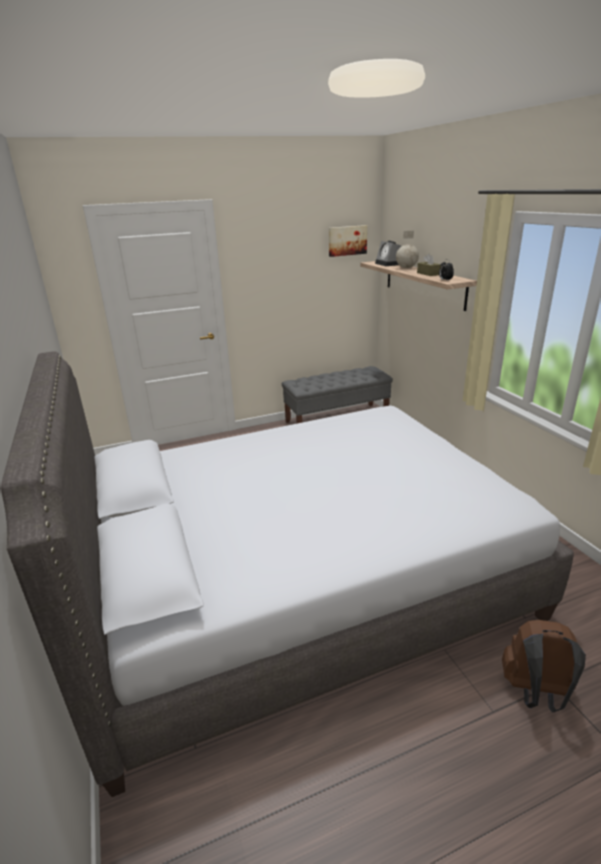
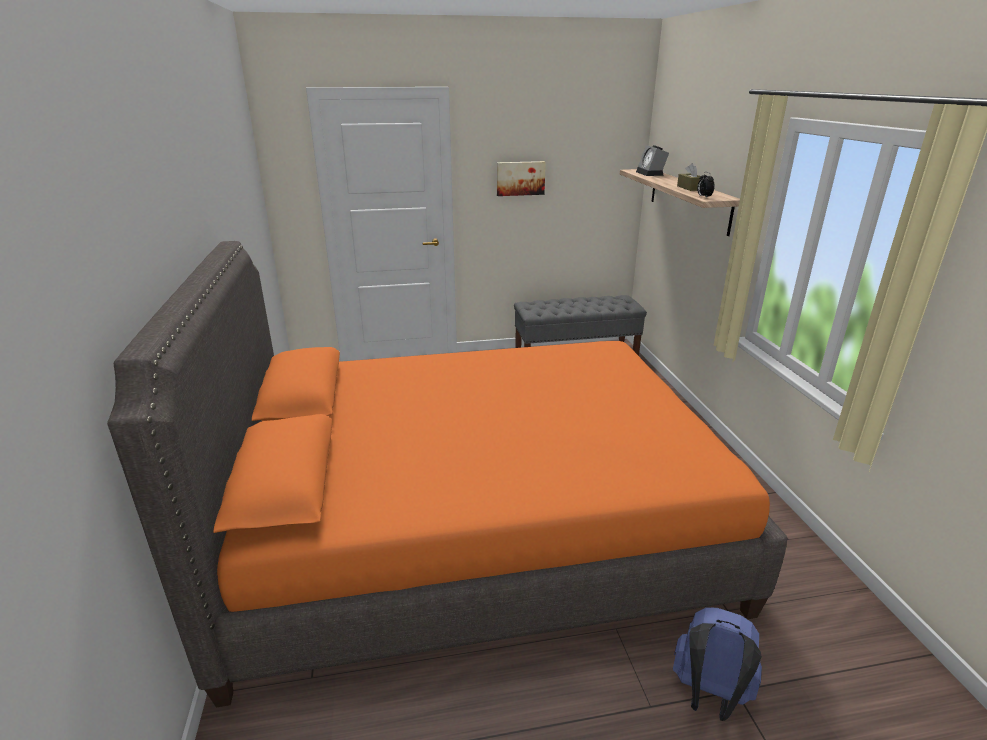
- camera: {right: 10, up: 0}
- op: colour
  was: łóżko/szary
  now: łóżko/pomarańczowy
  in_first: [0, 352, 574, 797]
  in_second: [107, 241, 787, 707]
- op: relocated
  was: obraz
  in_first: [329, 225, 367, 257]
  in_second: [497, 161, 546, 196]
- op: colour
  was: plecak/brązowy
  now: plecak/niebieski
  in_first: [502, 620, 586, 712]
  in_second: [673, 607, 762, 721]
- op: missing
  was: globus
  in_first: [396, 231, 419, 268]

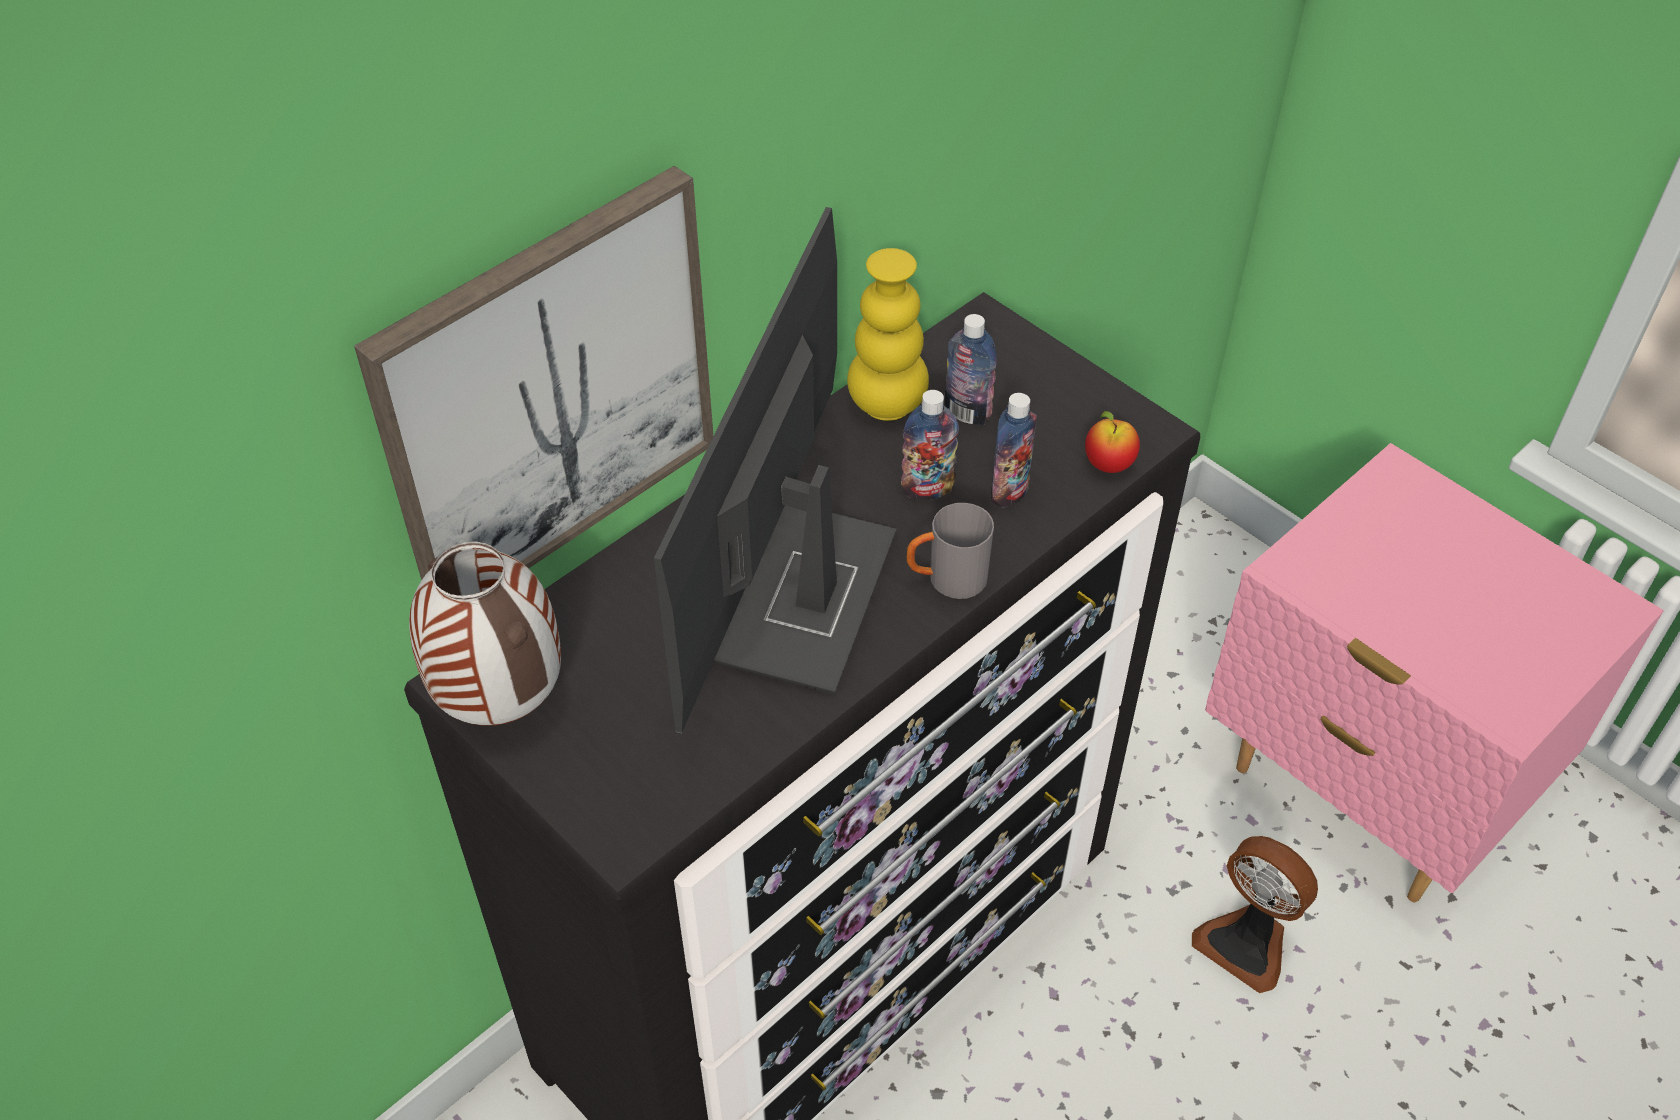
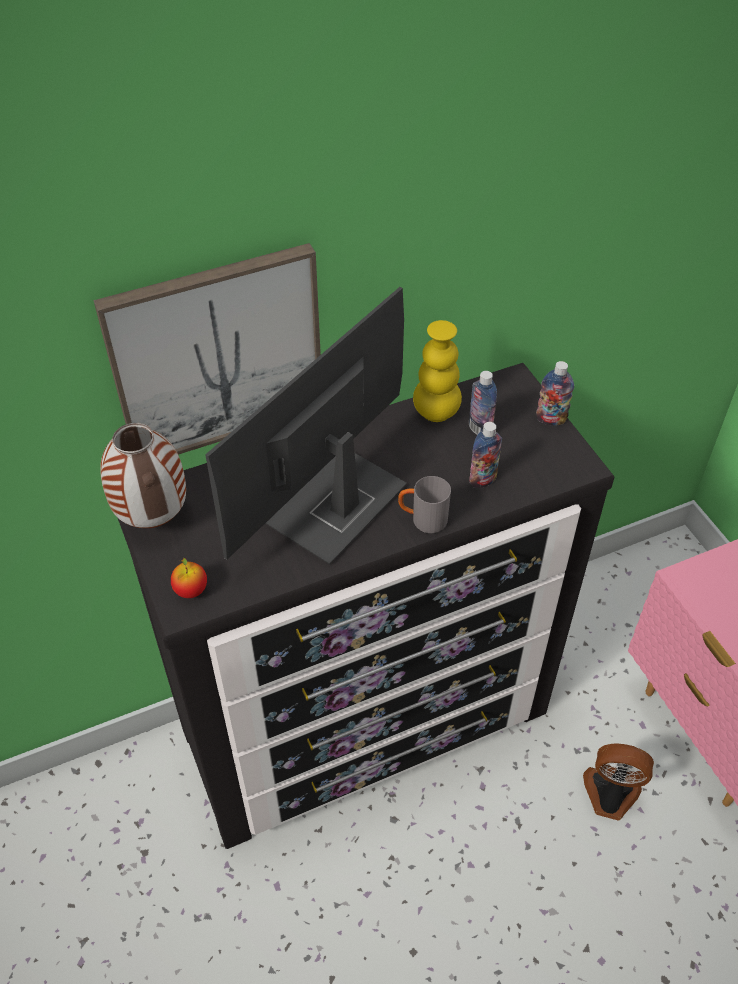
- camera: {right: 20, up: 0}
- op: relocated
  was: jabłko
  in_first: [1085, 411, 1140, 473]
  in_second: [171, 558, 207, 598]
- op: relocated
  was: butelka
  in_first: [901, 390, 959, 500]
  in_second: [536, 361, 574, 426]
- op: spun
  was: wentylator
  in_first: [1192, 836, 1318, 993]
  in_second: [583, 743, 654, 821]
  clockwise: 135

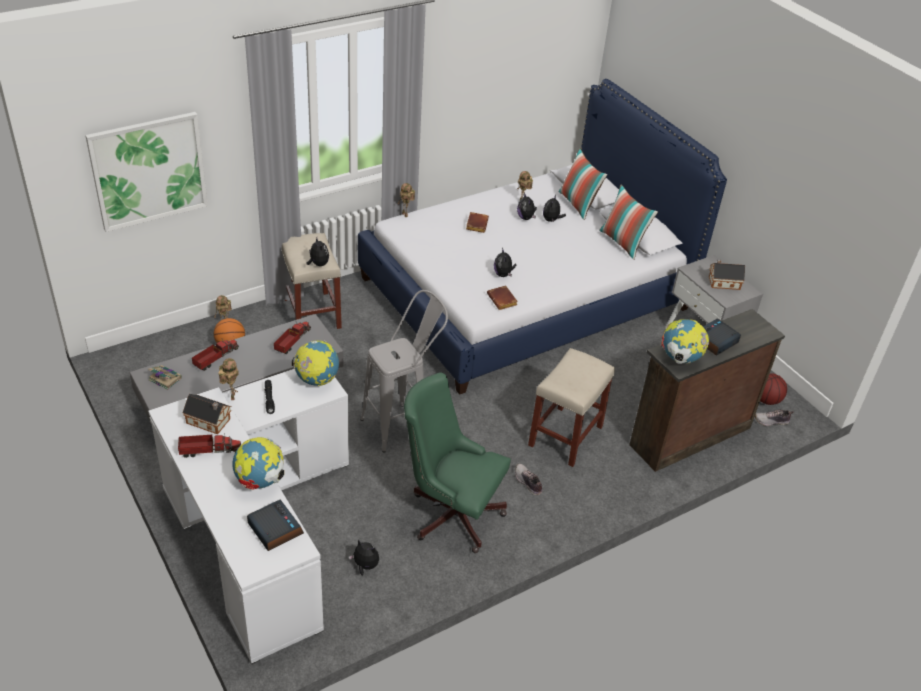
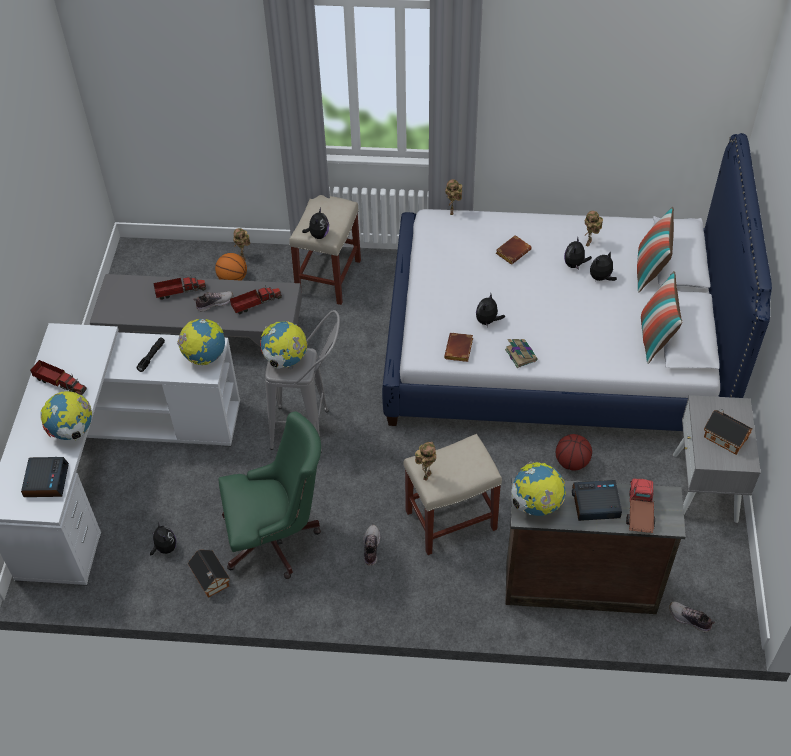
- camera: {right: 40, up: 10}
- op: relocated
  was: domek
  in_first: [183, 394, 231, 434]
  in_second: [188, 550, 230, 598]
- op: appeared
  now: but
  in_second: [193, 291, 233, 311]
- op: spun
  was: krzesło biurowe/zielony
  in_first: [404, 373, 511, 553]
  in_second: [218, 412, 321, 579]
  clockwise: 105
- op: appeared
  now: globus
  in_second: [260, 321, 307, 369]
- op: relocated
  was: robot zabawkowy
  in_first: [218, 358, 239, 400]
  in_second: [415, 442, 436, 481]
- op: relocated
  was: książka
  in_first: [148, 365, 182, 390]
  in_second: [505, 339, 538, 368]
- op: relocated
  was: piłka do koszykówki
  in_first: [760, 373, 787, 405]
  in_second: [556, 434, 592, 471]
- op: appeared
  now: ciężarówka zabawkowa
  in_second: [626, 478, 655, 533]
- op: missing
  was: obraz
  in_first: [85, 112, 208, 232]

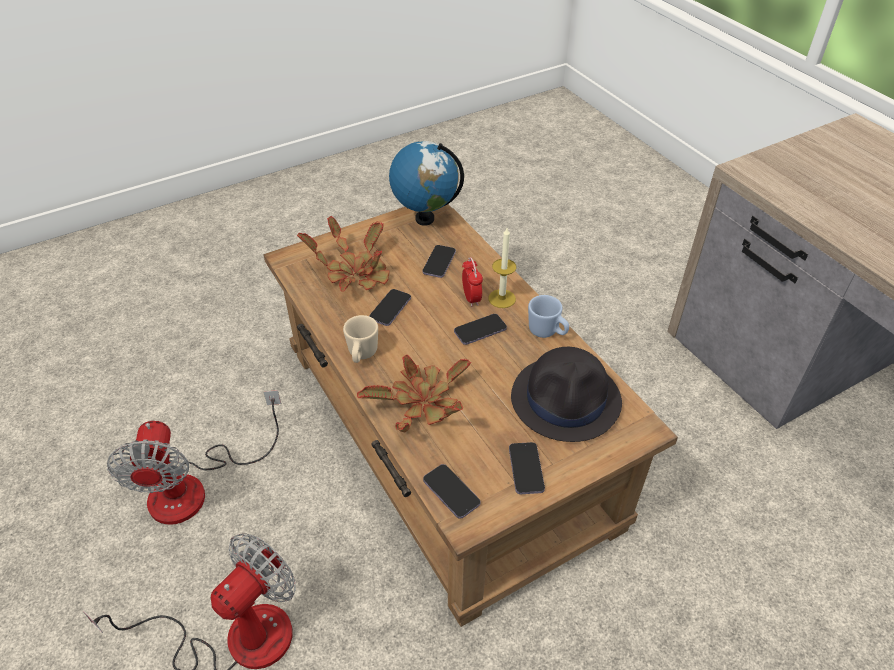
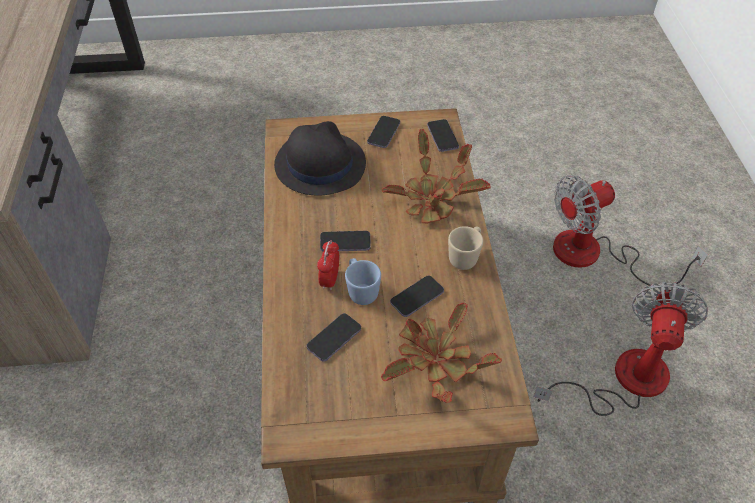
- camera: {right: -155, up: 5}
- op: relocated
  was: kubek/niebieski
  in_first: [528, 295, 569, 338]
  in_second: [345, 258, 381, 305]
- op: missing
  was: globus
  in_first: [389, 141, 464, 226]
- op: missing
  was: świeca
  in_first: [489, 228, 516, 308]

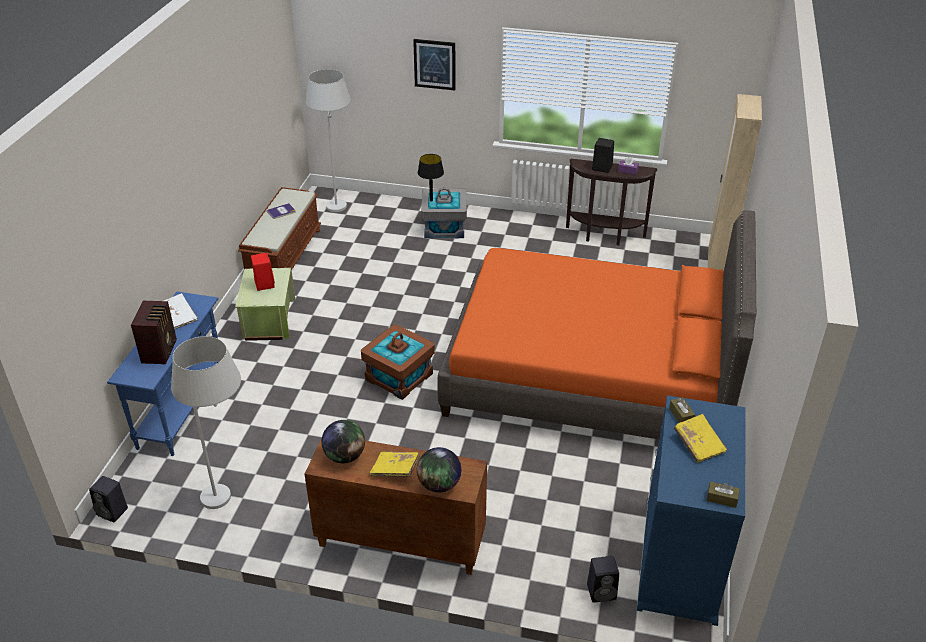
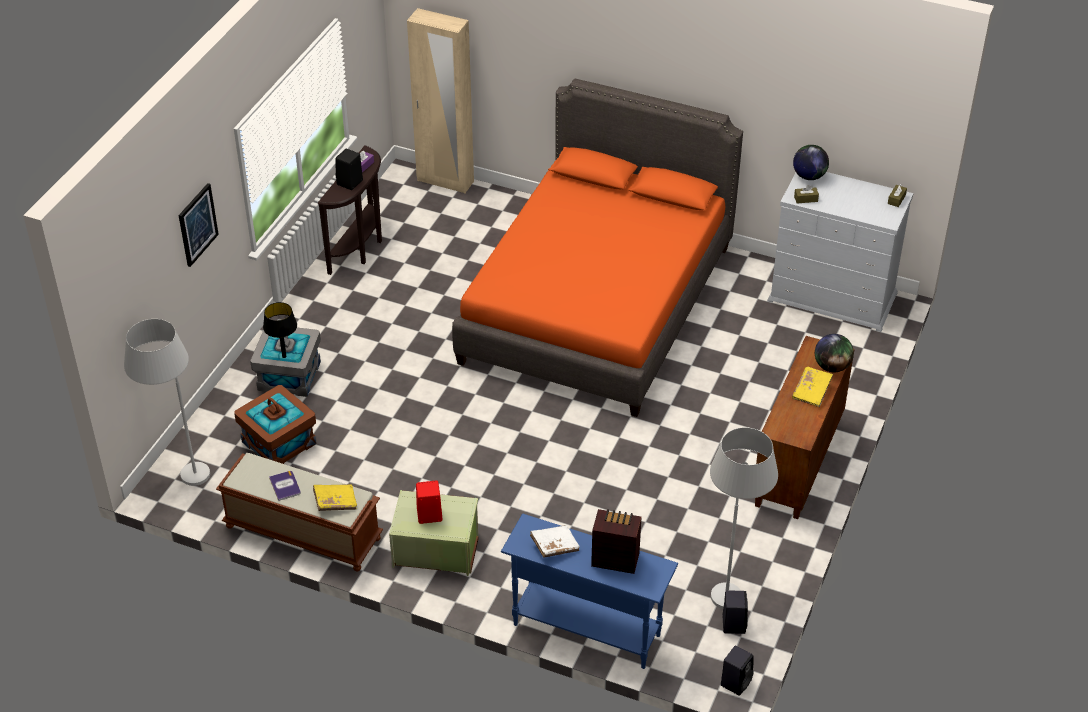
- camera: {right: -80, up: 5}
- op: relocated
  was: pojemnik do przechowywania/brązowy
  in_first: [361, 324, 435, 400]
  in_second: [234, 385, 316, 464]
- op: relocated
  was: książka/żółty
  in_first: [674, 414, 727, 463]
  in_second: [313, 484, 357, 511]
- op: relocated
  was: głośnik/czarny
  in_first: [587, 556, 619, 603]
  in_second: [722, 590, 748, 634]
- op: colour
  was: komoda/niebieski
  now: komoda/biały
  in_first: [637, 396, 745, 626]
  in_second: [767, 172, 913, 332]
- op: relocated
  was: globus
  in_first: [322, 420, 365, 463]
  in_second: [793, 145, 829, 180]

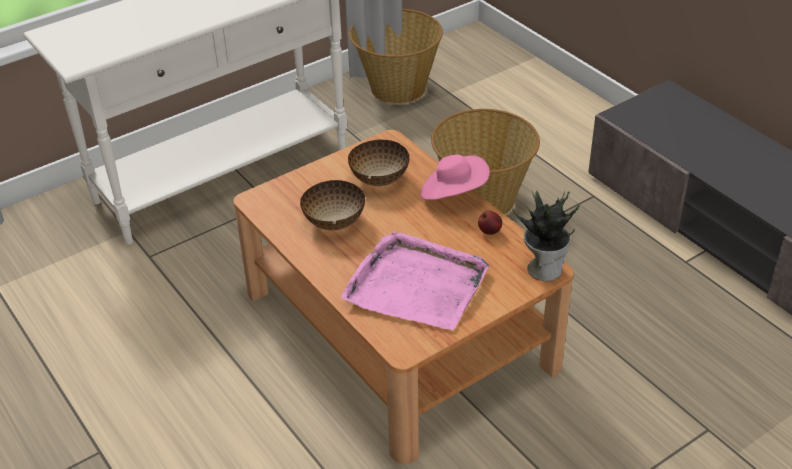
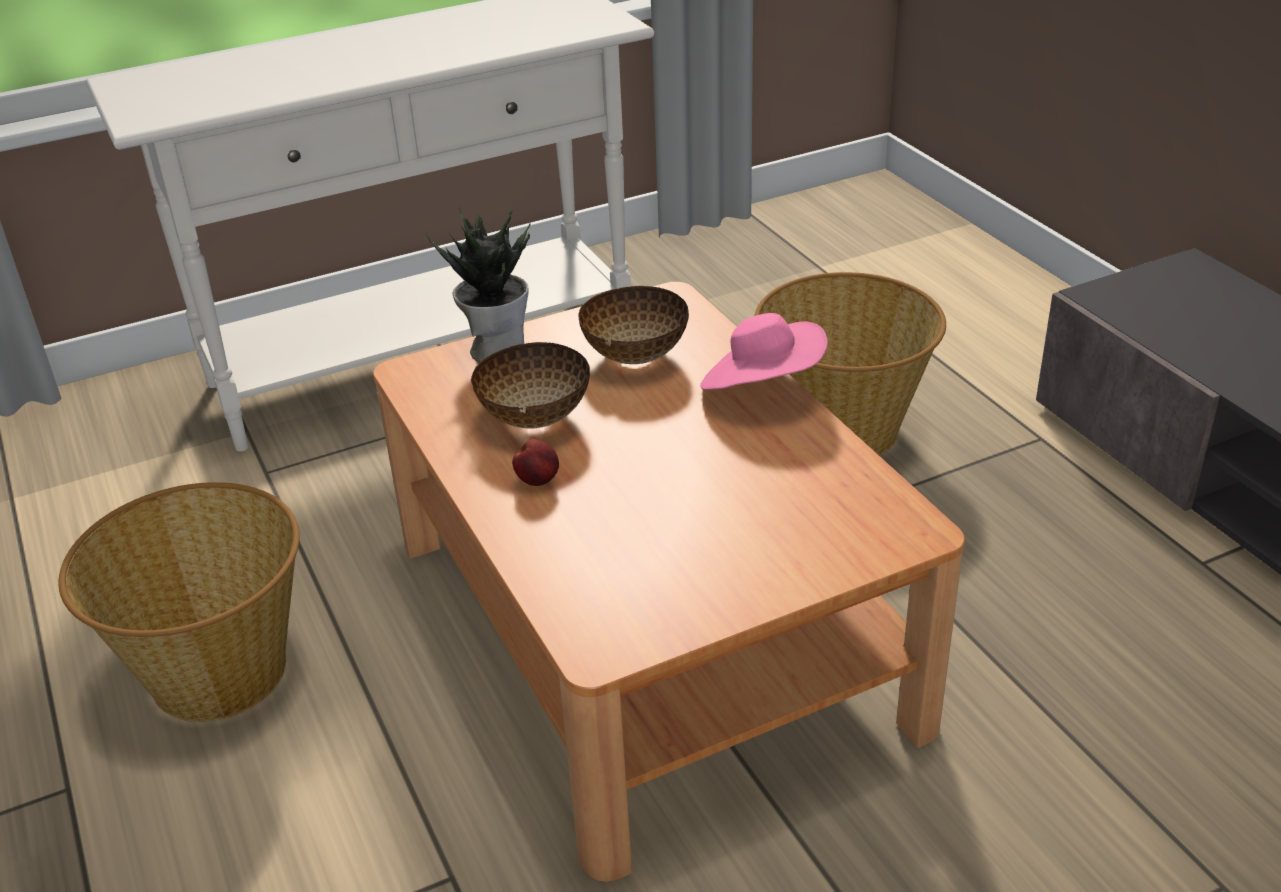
- camera: {right: 10, up: -5}
- op: relocated
  was: koszyk
  in_first: [349, 9, 443, 104]
  in_second: [59, 482, 300, 722]
- op: relocated
  was: roślina doniczkowa
  in_first: [512, 190, 579, 281]
  in_second: [426, 207, 530, 362]
- op: relocated
  was: jabłko
  in_first: [478, 210, 502, 235]
  in_second: [512, 439, 559, 486]
- op: missing
  was: taca/różowy
  in_first: [341, 231, 489, 330]

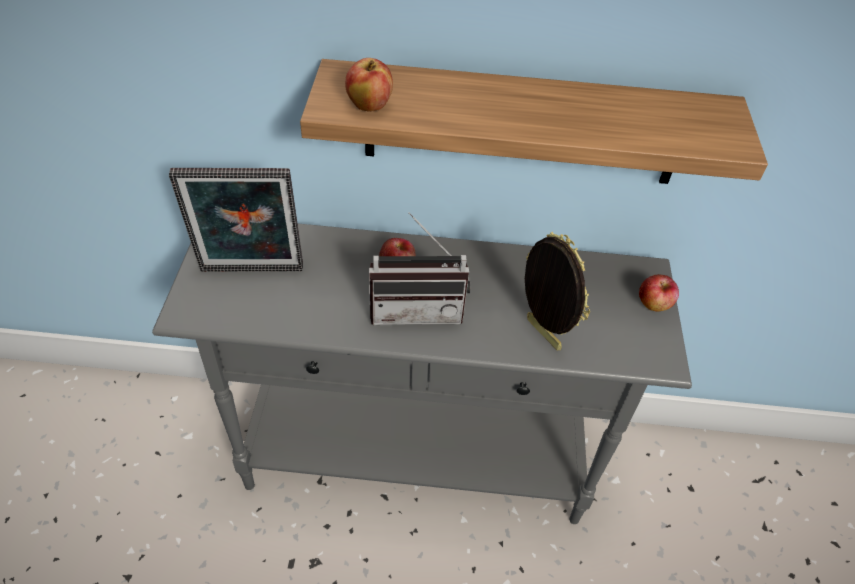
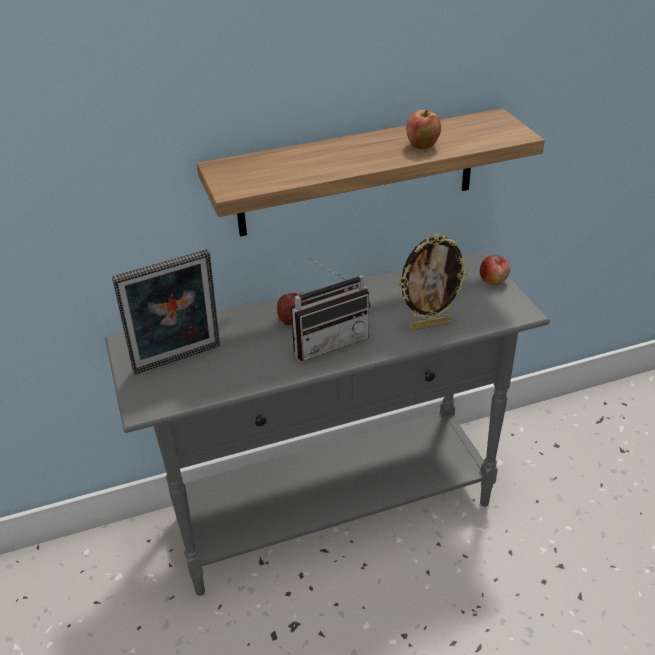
- camera: {right: -20, up: -10}
- op: spun
  was: ramka na zdjęcie
  in_first: [525, 232, 590, 350]
  in_second: [398, 234, 469, 330]
  clockwise: 135
- op: relocated
  was: jabłko
  in_first: [345, 58, 393, 112]
  in_second: [406, 110, 441, 149]

